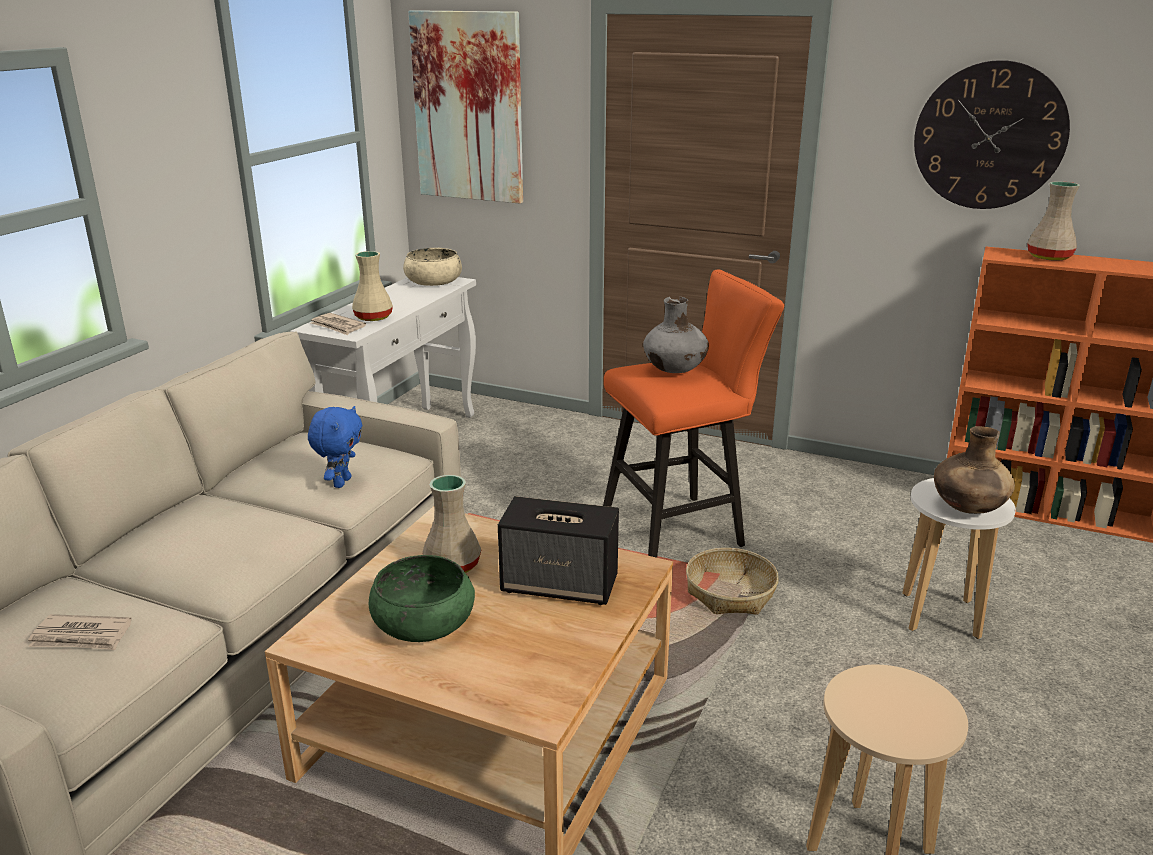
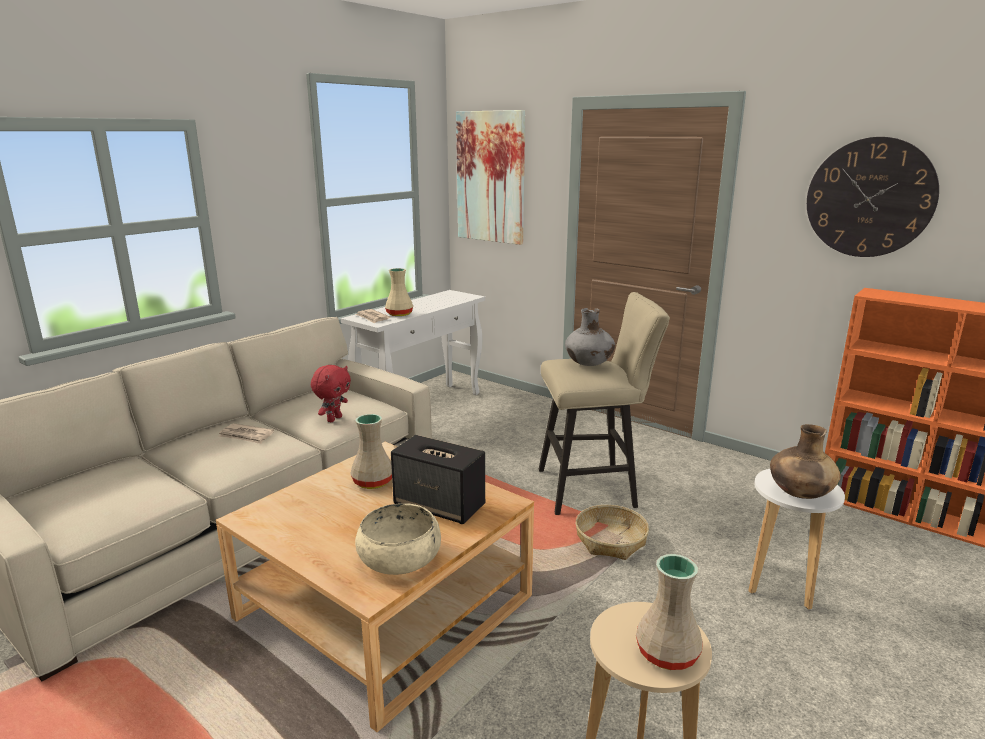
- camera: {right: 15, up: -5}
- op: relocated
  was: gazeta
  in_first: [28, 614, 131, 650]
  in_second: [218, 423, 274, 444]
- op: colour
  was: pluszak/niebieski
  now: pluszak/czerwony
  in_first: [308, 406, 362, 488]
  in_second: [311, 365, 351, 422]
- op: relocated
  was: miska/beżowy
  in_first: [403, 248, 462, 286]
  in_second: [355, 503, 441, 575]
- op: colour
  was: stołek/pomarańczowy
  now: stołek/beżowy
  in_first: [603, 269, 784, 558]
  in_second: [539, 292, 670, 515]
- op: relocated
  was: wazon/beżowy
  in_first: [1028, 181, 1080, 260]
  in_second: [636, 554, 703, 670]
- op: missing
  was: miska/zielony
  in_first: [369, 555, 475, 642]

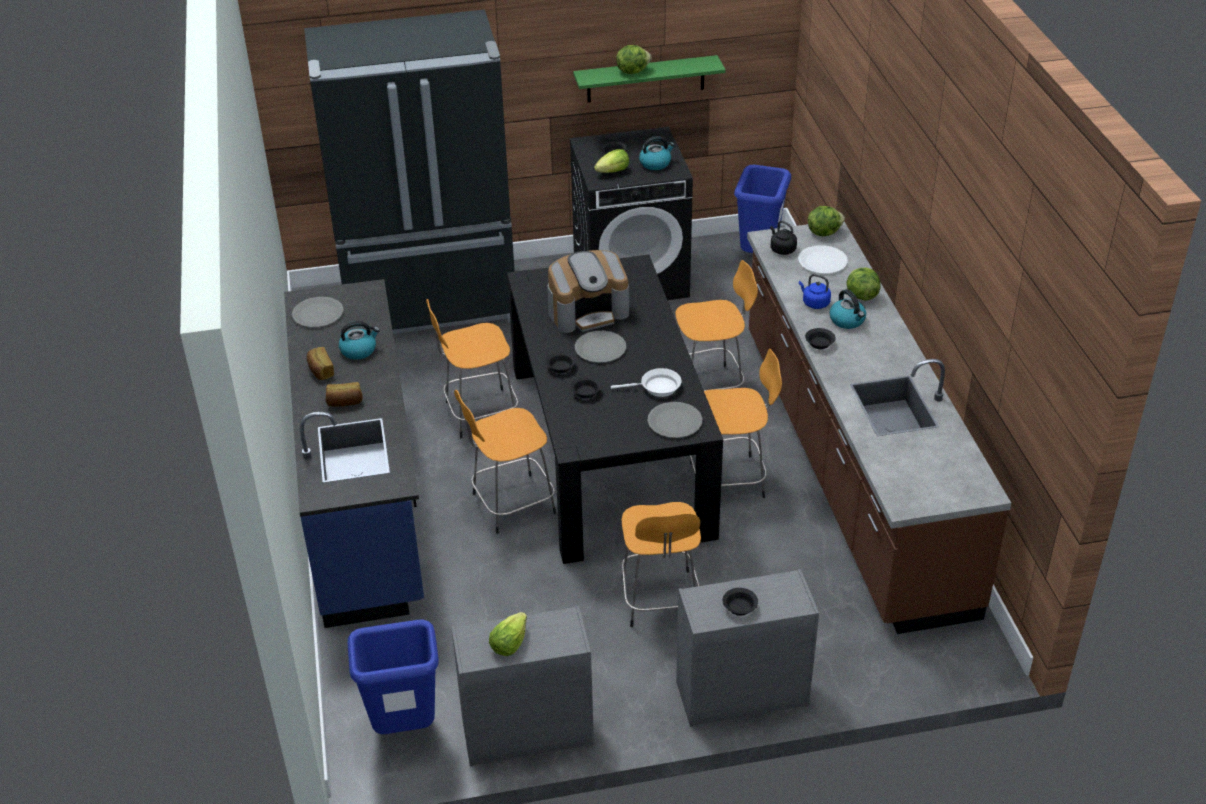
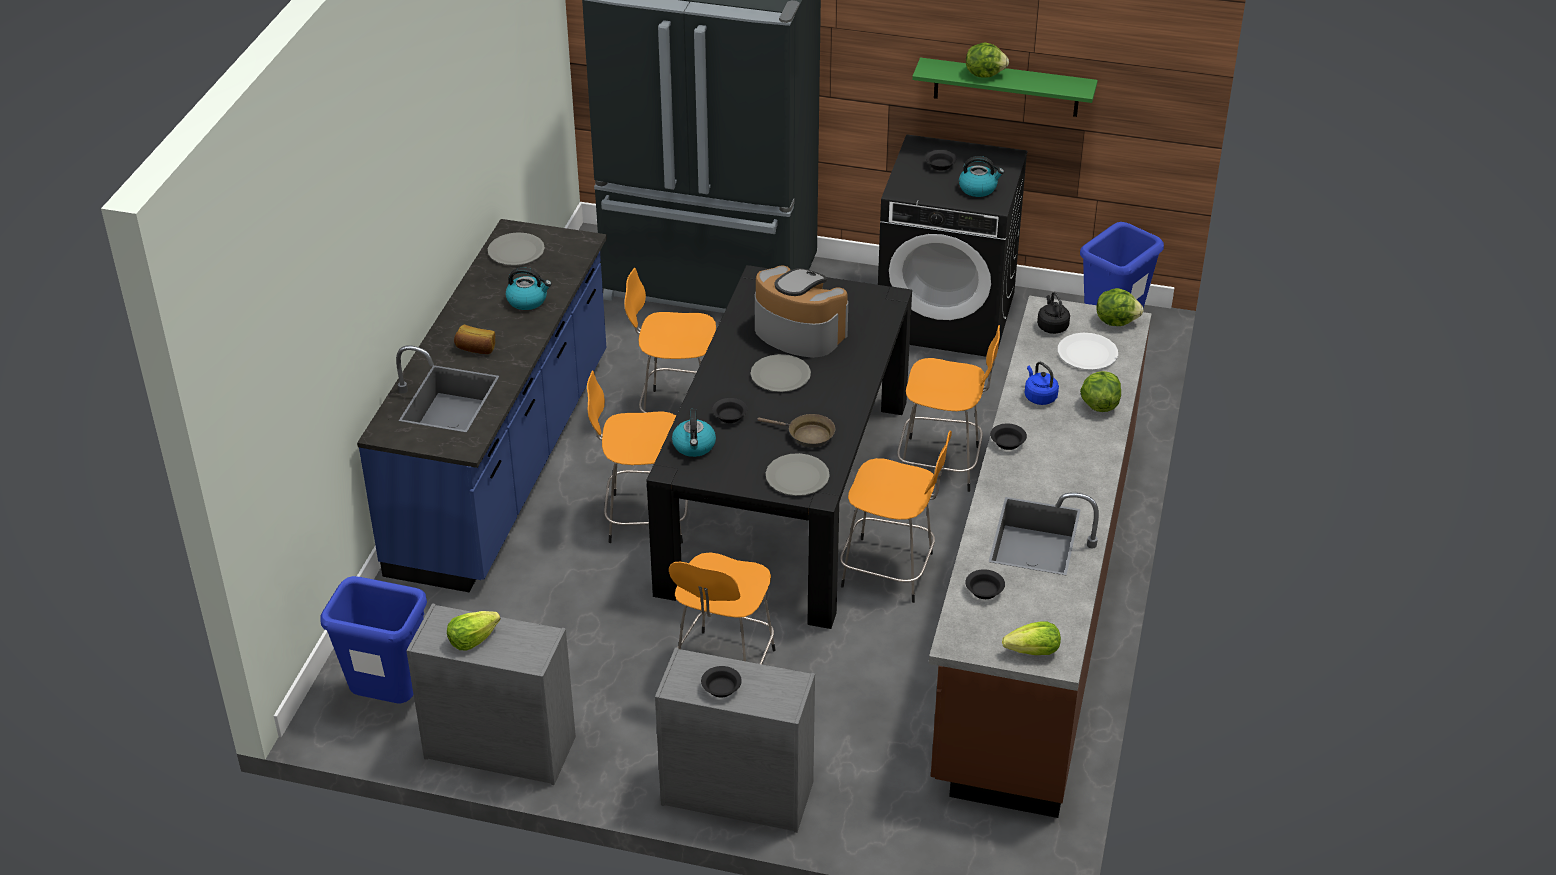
- camera: {right: 25, up: 0}
- op: relocated
  was: czajnik
  in_first: [830, 289, 866, 329]
  in_second: [672, 409, 716, 457]
- op: spun
  was: ekspres do kawy
  in_first: [548, 250, 629, 333]
  in_second: [754, 266, 848, 358]
  clockwise: -150
- op: colour
  was: patelnia/biały
  now: patelnia/brązowy
  in_first: [611, 368, 681, 397]
  in_second: [757, 414, 835, 447]
- op: relocated
  was: miska/czarny
  in_first: [546, 352, 576, 373]
  in_second: [965, 569, 1005, 599]
- op: relocated
  was: sałata
  in_first: [594, 149, 629, 173]
  in_second: [1002, 621, 1061, 655]
- op: missing
  was: chleb
  in_first: [307, 347, 334, 380]

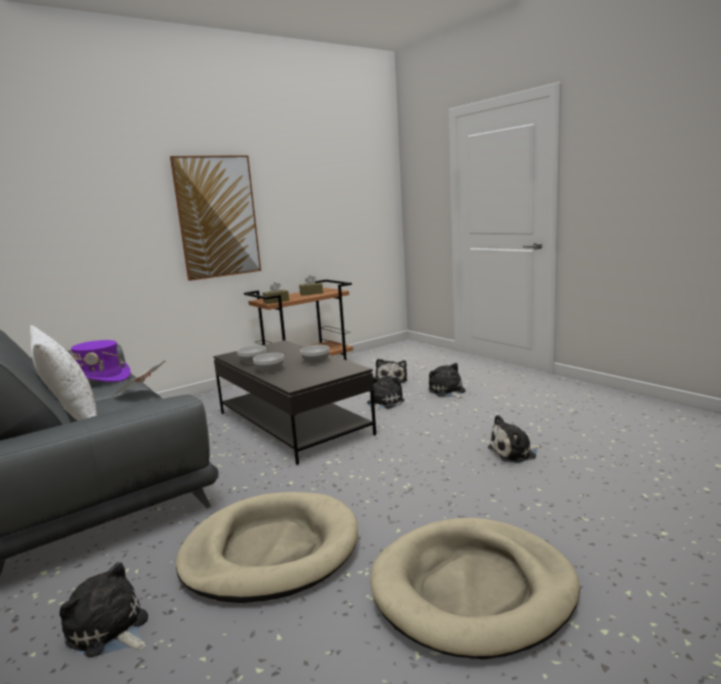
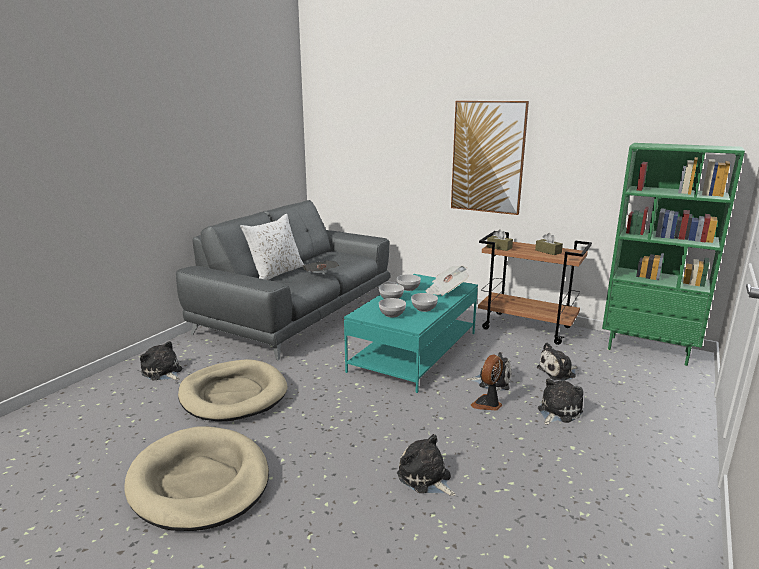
- camera: {right: 65, up: 5}
- op: spun
  was: pluszak
  in_first: [60, 562, 148, 658]
  in_second: [140, 341, 182, 381]
  clockwise: -60
- op: colour
  was: ława/czarny
  now: ława/turkusowy
  in_first: [213, 340, 376, 465]
  in_second: [344, 274, 478, 393]
- op: appeared
  now: miska
  in_second: [379, 298, 406, 318]
- op: appeared
  now: gazeta
  in_second: [425, 266, 469, 296]
- op: appeared
  now: wentylator
  in_second: [471, 355, 503, 410]
- op: appeared
  now: regał/zielony
  in_second: [602, 143, 745, 366]
- op: missing
  was: kapelusz/fioletowy
  in_first: [71, 340, 130, 382]

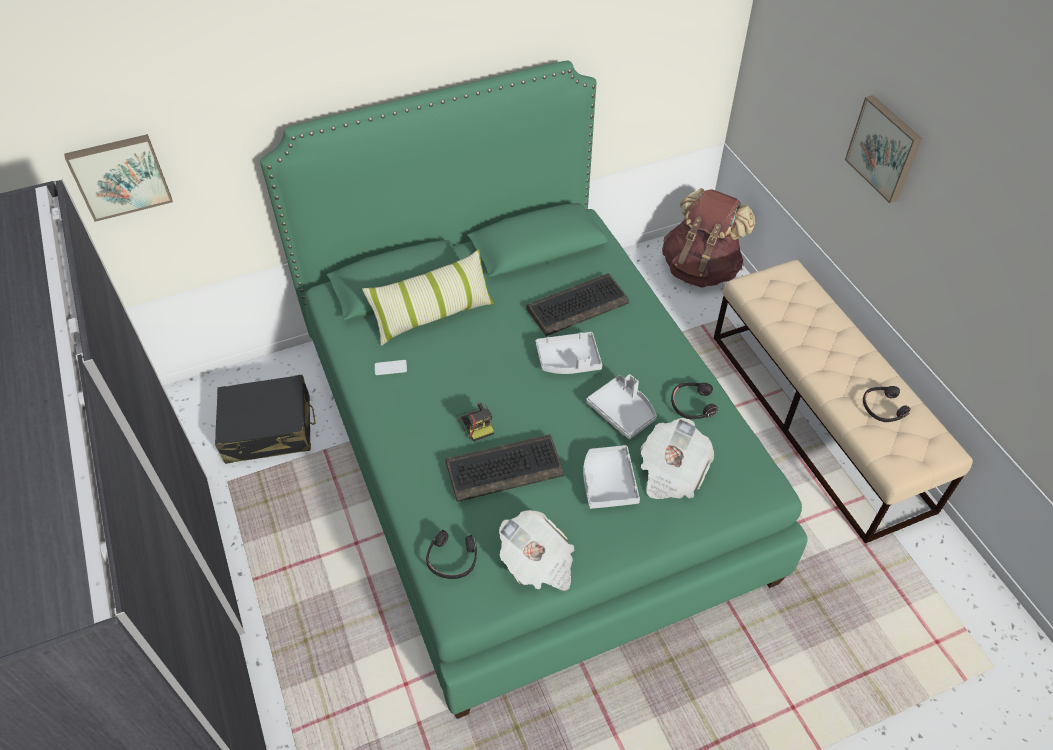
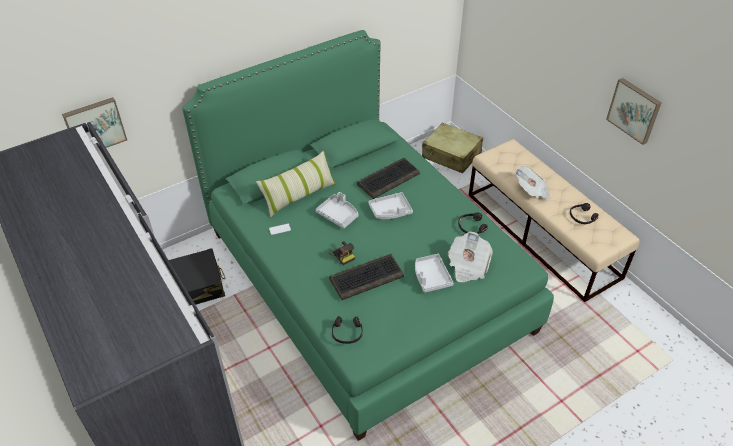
- camera: {right: -10, up: -5}
- op: relocated
  was: taca/szary
  in_first: [587, 374, 657, 439]
  in_second: [316, 192, 359, 229]
- op: exchanged
  was: plecak/brązowy
  now: walizka/beżowy
  in_first: [662, 188, 755, 288]
  in_second: [422, 123, 483, 174]
- op: relocated
  was: gazeta
  in_first: [499, 510, 574, 591]
  in_second: [515, 166, 551, 199]
- op: relocated
  was: obraz
  in_first: [845, 95, 922, 203]
  in_second: [606, 78, 662, 145]

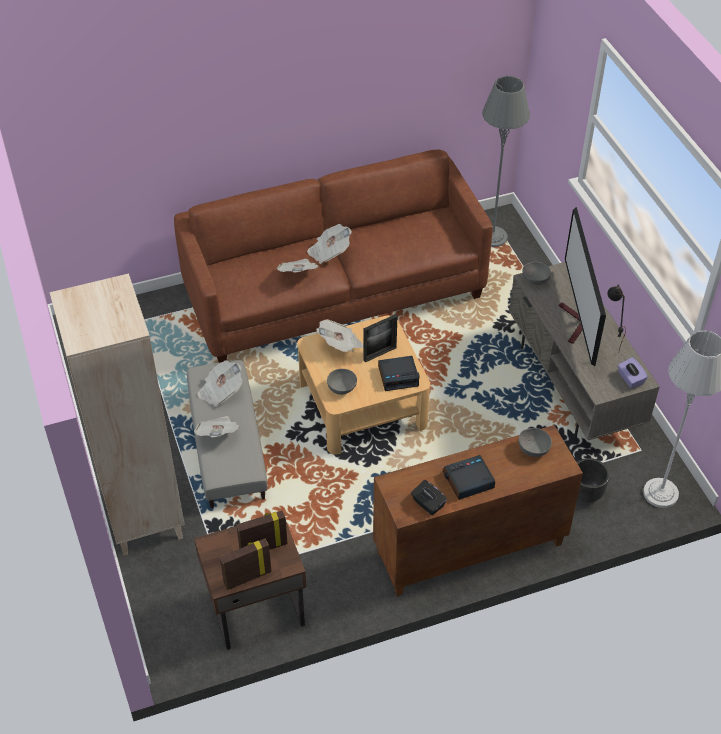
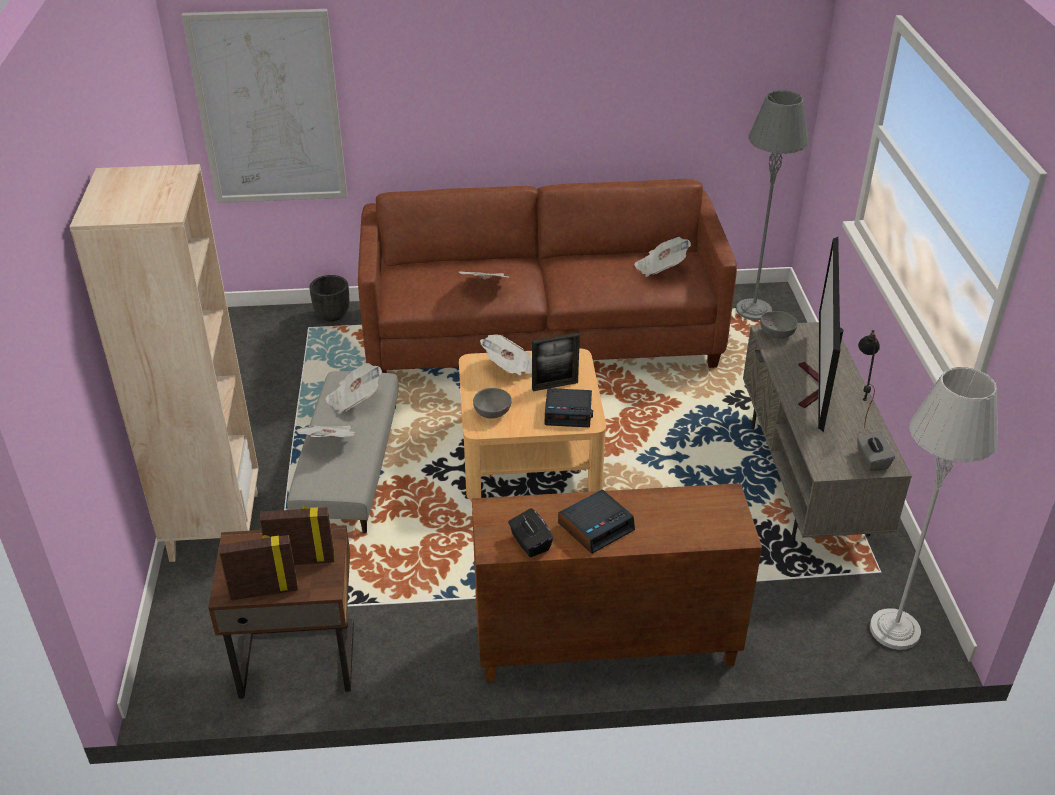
- camera: {right: 15, up: -10}
- op: appeared
  now: obraz
  in_second: [181, 9, 347, 203]
- op: relocated
  was: donica/czarny
  in_first: [577, 458, 610, 503]
  in_second: [310, 275, 349, 322]
- op: spun
  was: budzik
  in_first: [443, 455, 495, 500]
  in_second: [558, 490, 635, 554]
  clockwise: 150
- op: relocated
  was: gazeta
  in_first: [307, 224, 352, 264]
  in_second: [634, 237, 691, 277]
- op: colour
  was: pudełko chusteczek/fioletowy
  now: pudełko chusteczek/szary
  in_first: [618, 357, 648, 388]
  in_second: [857, 431, 895, 471]
- op: missing
  was: miska/szary
  in_first: [519, 428, 552, 457]

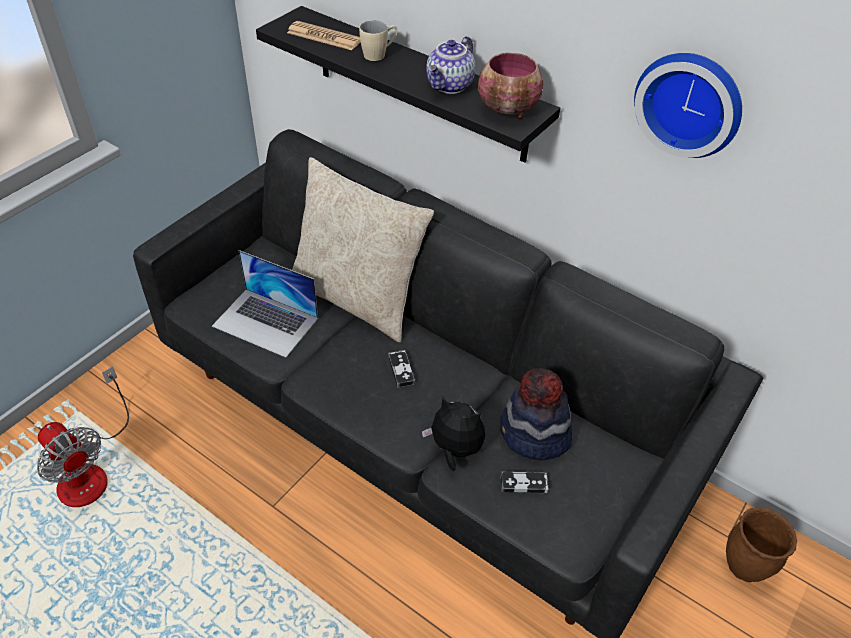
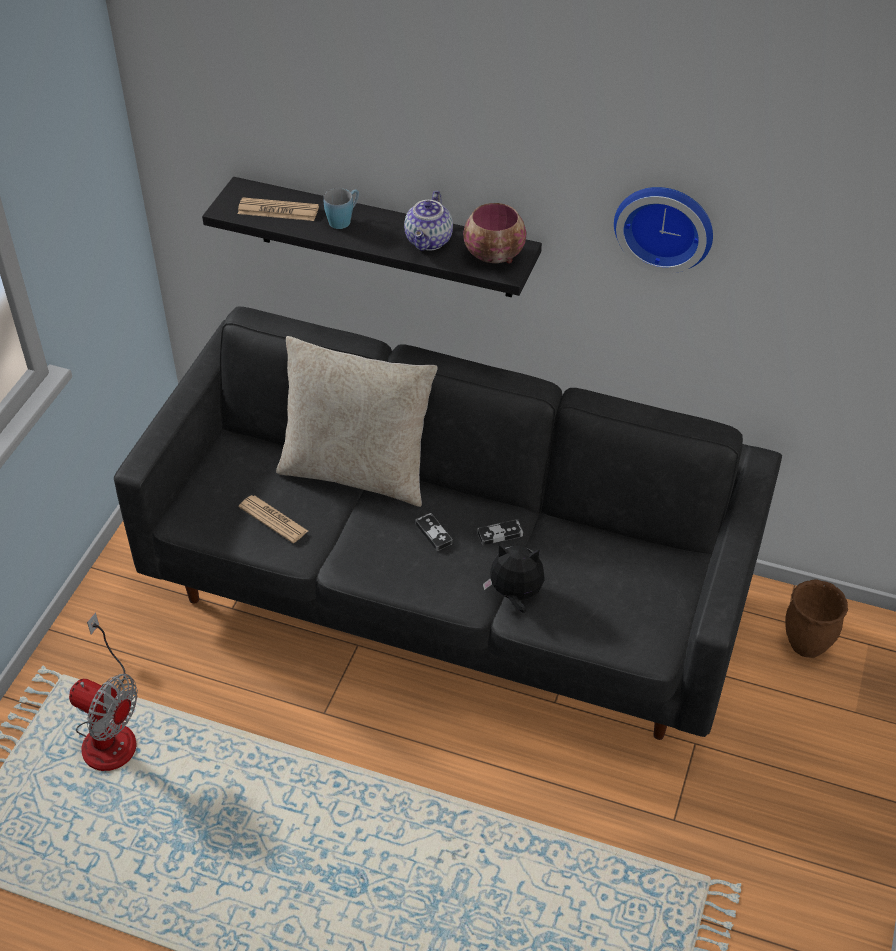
- camera: {right: -15, up: 0}
- op: exchanged
  was: laptop
  now: gazeta
  in_first: [212, 250, 318, 358]
  in_second: [239, 495, 308, 543]
- op: colour
  was: kubek/beżowy
  now: kubek/niebieski
  in_first: [359, 20, 398, 61]
  in_second: [323, 188, 359, 229]
- op: relocated
  was: pad do gier
  in_first: [501, 471, 549, 493]
  in_second: [477, 519, 523, 546]
- op: missing
  was: kapelusz
  in_first: [500, 368, 572, 460]

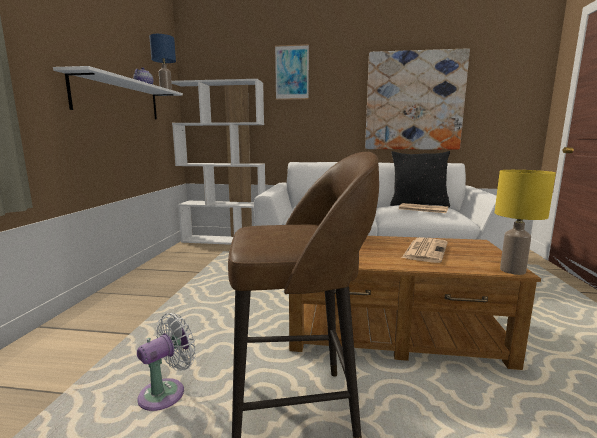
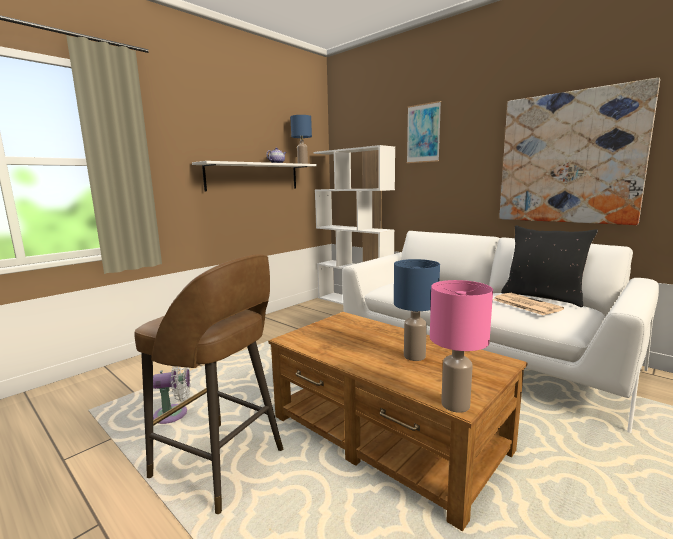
- camera: {right: 35, up: 0}
- op: exchanged
  was: gazeta
  now: lampa stołowa/niebieski
  in_first: [402, 237, 448, 263]
  in_second: [394, 259, 440, 361]
- op: colour
  was: lampa stołowa/żółty
  now: lampa stołowa/różowy
  in_first: [495, 170, 556, 275]
  in_second: [430, 280, 493, 413]

